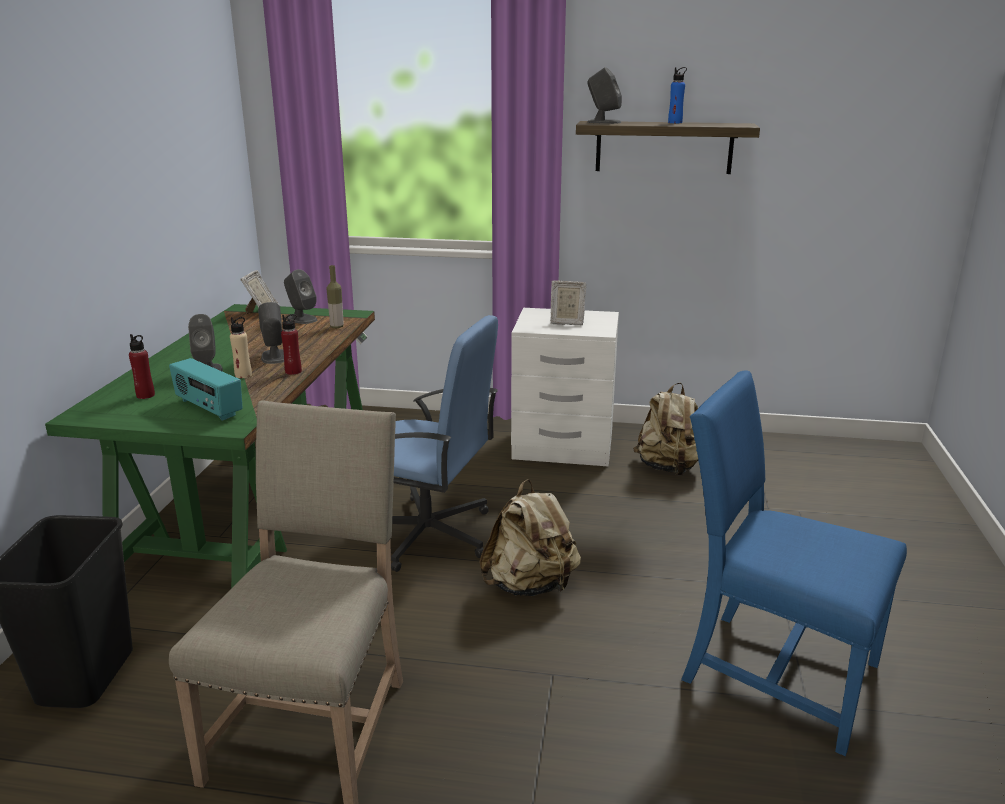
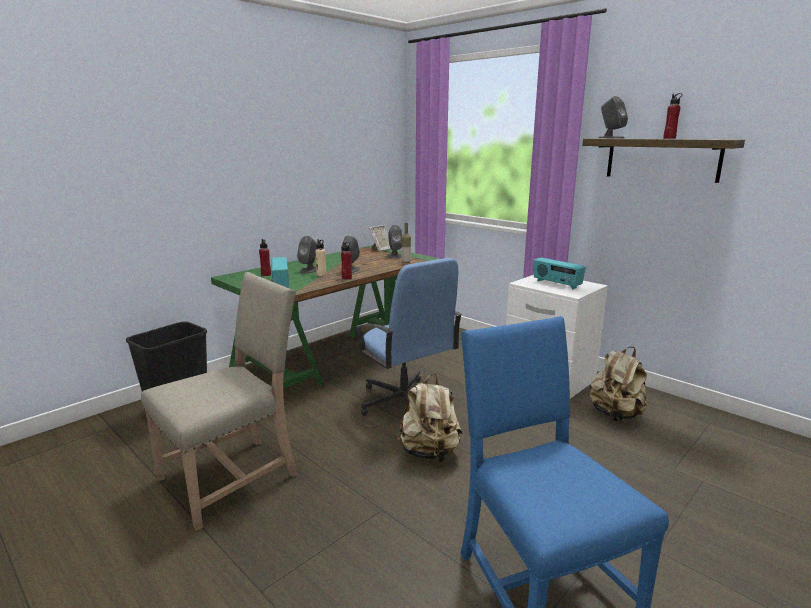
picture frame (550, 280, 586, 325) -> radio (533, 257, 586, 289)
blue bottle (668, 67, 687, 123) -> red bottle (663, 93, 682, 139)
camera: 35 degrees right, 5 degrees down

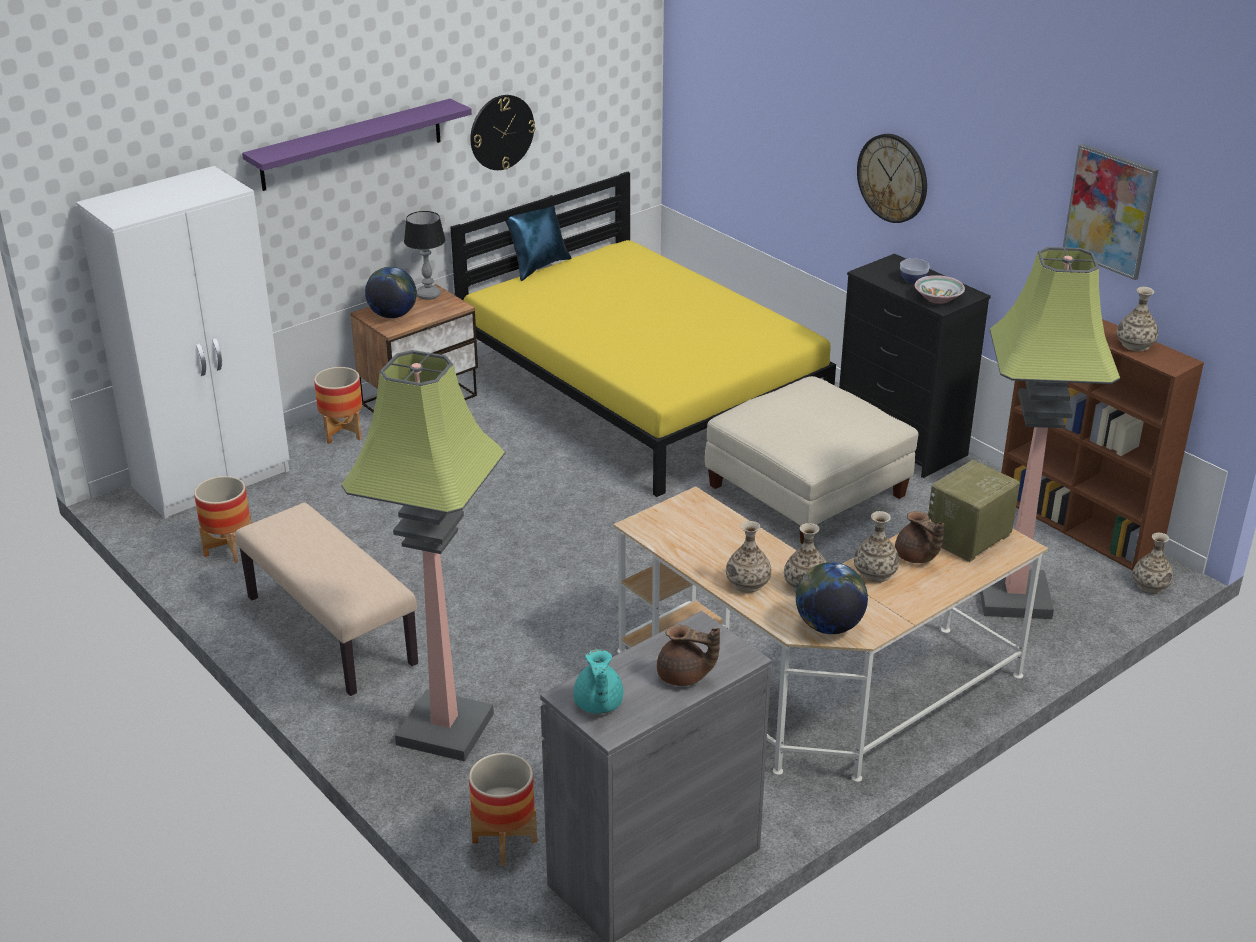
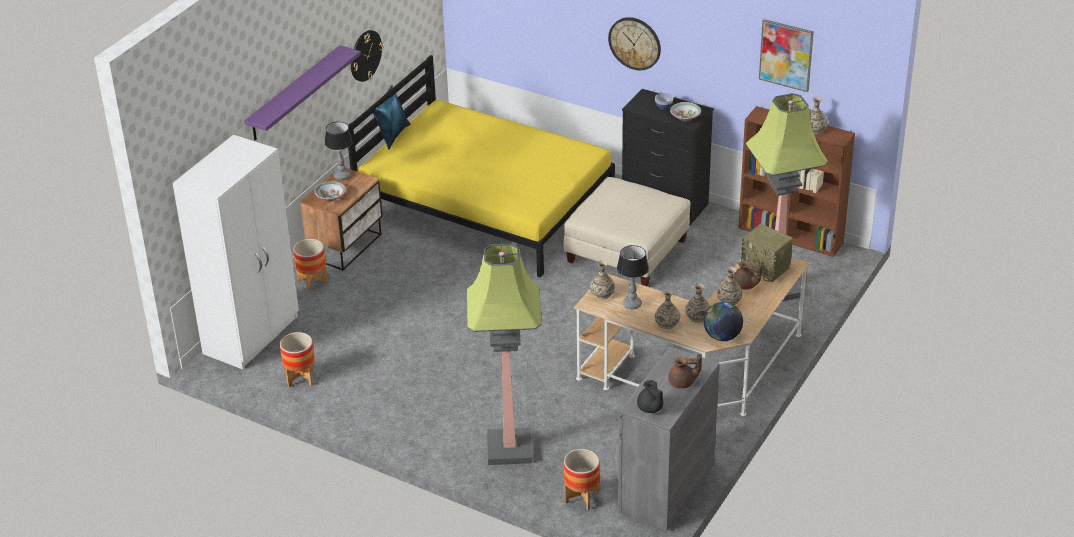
beige bench (235, 503, 418, 696) -> none
none -> table lamp (617, 245, 649, 309)
vase (1133, 533, 1173, 594) -> vase (590, 260, 615, 299), moved
globe (365, 267, 417, 318) -> bowl (315, 181, 346, 201)
turquoise teapot (574, 649, 623, 714) -> black teapot (637, 380, 663, 413)
radio (927, 460, 1020, 562) -> radio (741, 224, 793, 282), 75 degrees counterclockwise
camera: 20 degrees left, 5 degrees up

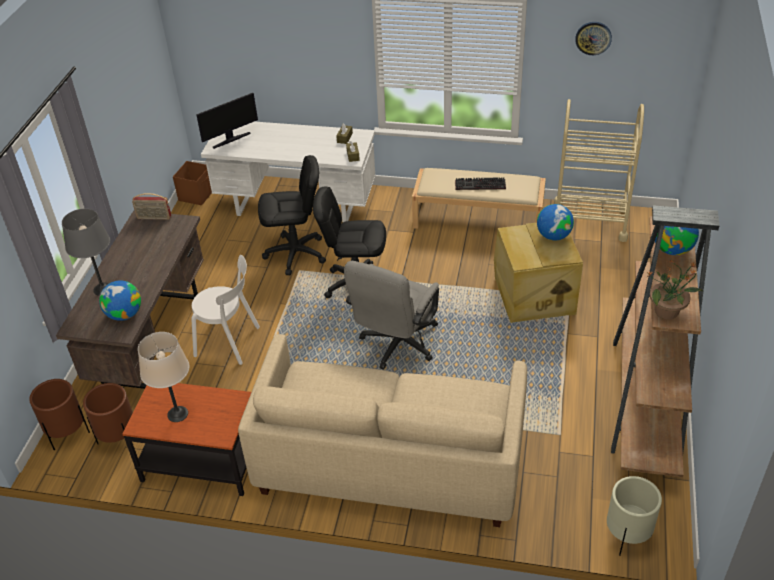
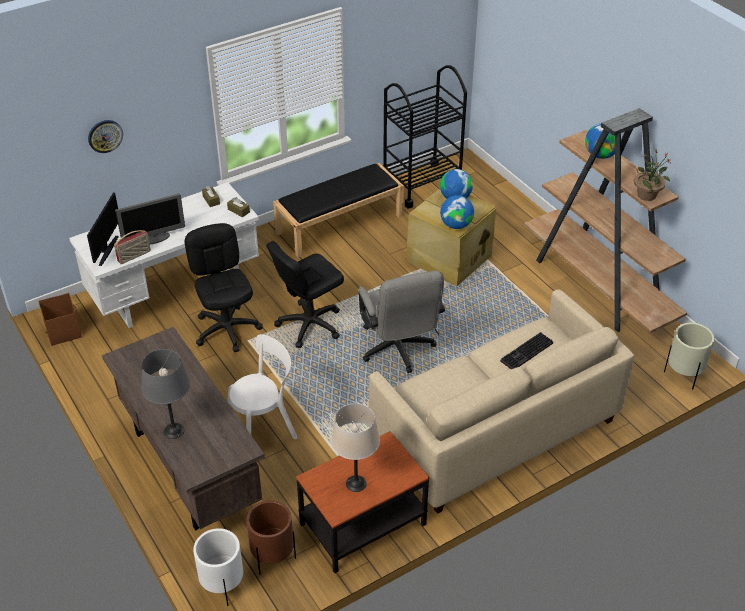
none -> monitor (115, 193, 185, 245)
globe (99, 280, 141, 321) -> globe (440, 195, 474, 229), moved
radio (132, 193, 171, 220) -> radio (114, 230, 151, 264), moved
keyboard (455, 177, 506, 190) -> keyboard (500, 332, 553, 369), moved
wall clock (575, 22, 612, 55) -> wall clock (88, 120, 123, 153), moved
brown planter (29, 379, 90, 451) -> white planter (193, 528, 243, 606)
beige bench (412, 168, 546, 229) -> black bench (273, 163, 404, 258)
beige cart (554, 99, 644, 242) -> black cart (383, 65, 467, 208)
black office chair (258, 155, 326, 275) -> black office chair (185, 223, 263, 352), 60 degrees counterclockwise
camera: 45 degrees left, 0 degrees up

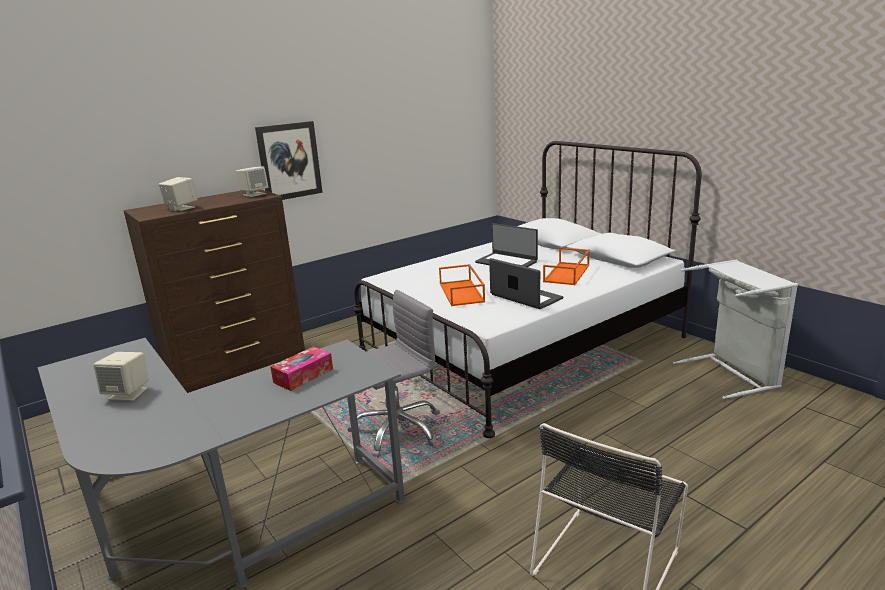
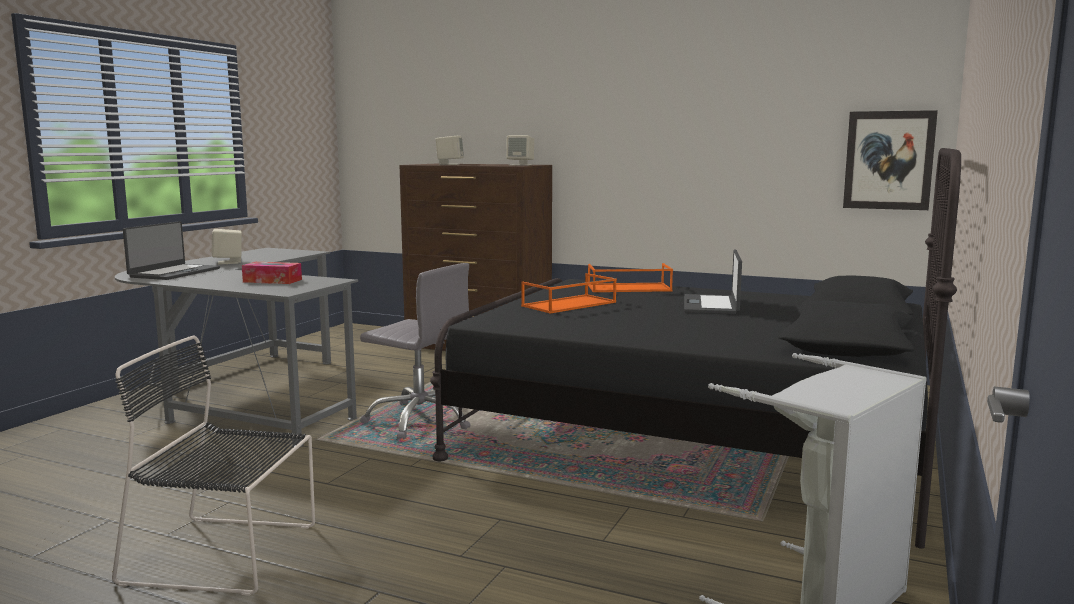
picture (255, 121, 323, 200) -> picture (843, 110, 938, 210), moved
laptop (489, 258, 563, 309) -> laptop (123, 221, 220, 280), moved
orange tray (543, 248, 590, 285) -> orange tray (588, 263, 673, 292), moved
white bed (353, 141, 702, 438) -> black bed (430, 148, 961, 549)
camera: 60 degrees right, 10 degrees down

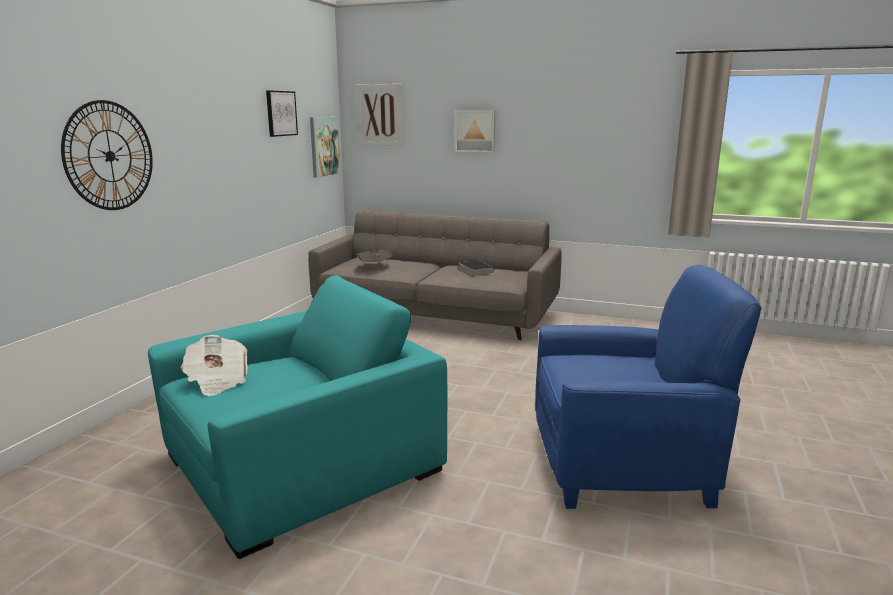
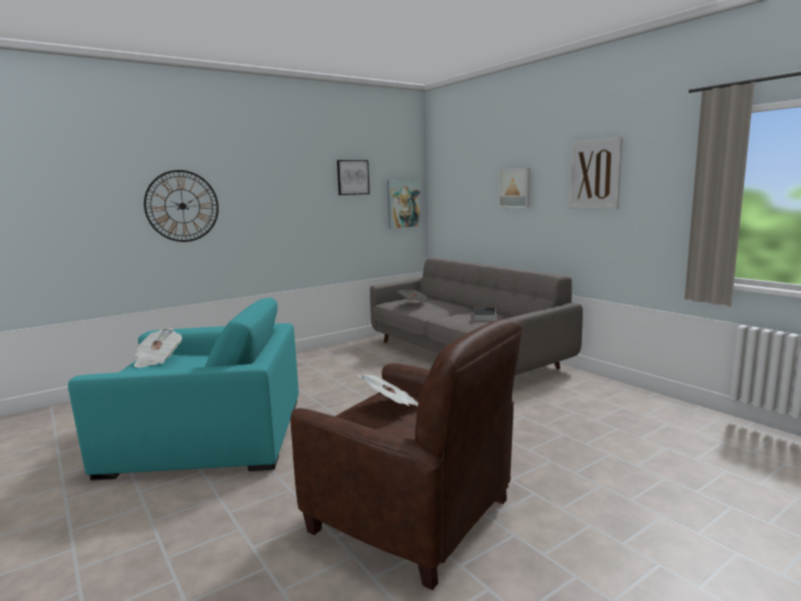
none -> newspaper (358, 375, 418, 406)
picture (356, 84, 403, 146) -> picture (569, 137, 623, 210), moved
blue armchair (535, 265, 761, 509) -> brown armchair (290, 319, 522, 590)
camera: 35 degrees right, 5 degrees down

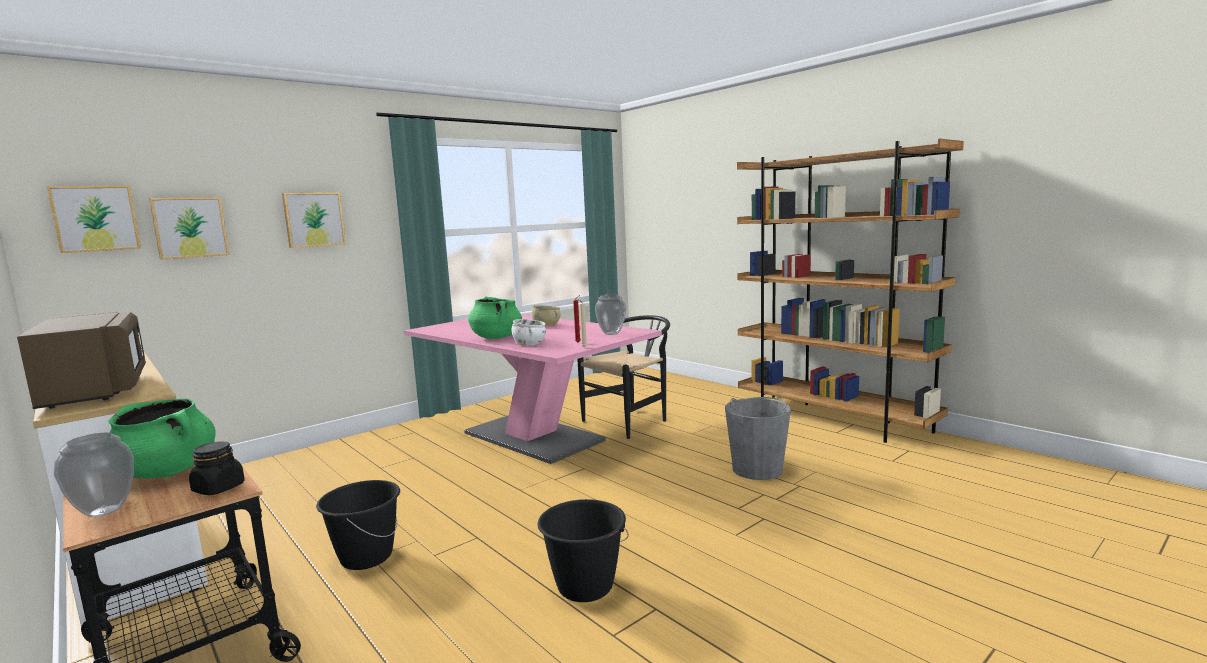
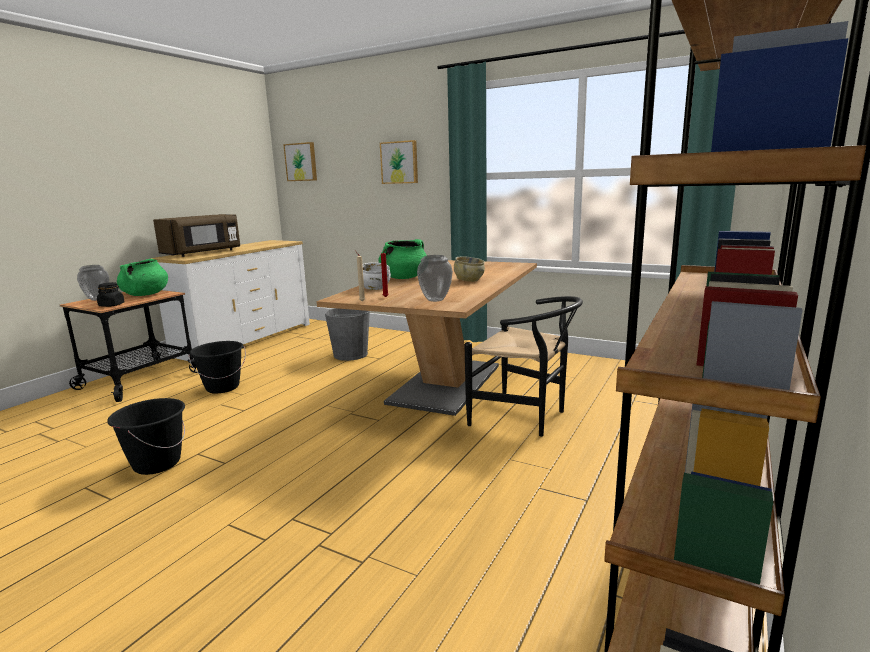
picture (149, 197, 229, 259) -> none
grey bucket (725, 397, 791, 480) -> grey bucket (325, 308, 370, 361), moved
pink dining table (404, 314, 662, 464) -> brown dining table (316, 260, 537, 416)
camera: 70 degrees right, 5 degrees up

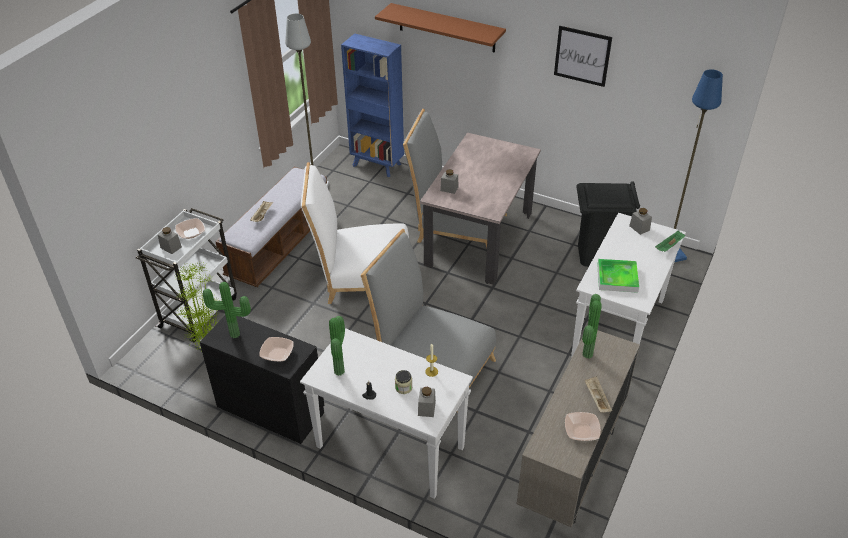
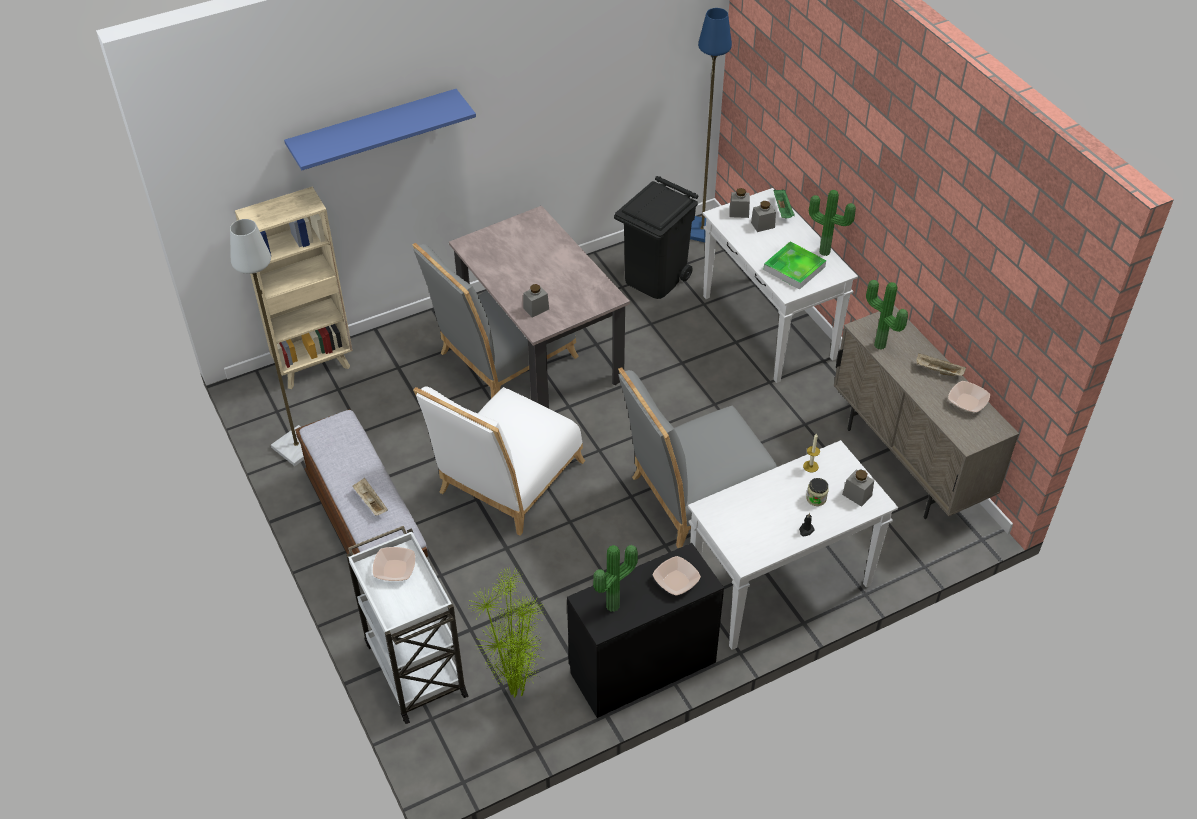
picture (554, 26, 612, 87) -> none
grey jar (158, 227, 182, 254) -> grey jar (751, 201, 776, 232), moved
potted plant (329, 316, 345, 376) -> potted plant (809, 190, 856, 256), moved
blue bookcase (341, 33, 404, 177) -> beige bookcase (235, 187, 353, 389)
brown shelf (375, 3, 506, 53) -> blue shelf (284, 89, 476, 170)
camera: 55 degrees left, 5 degrees up

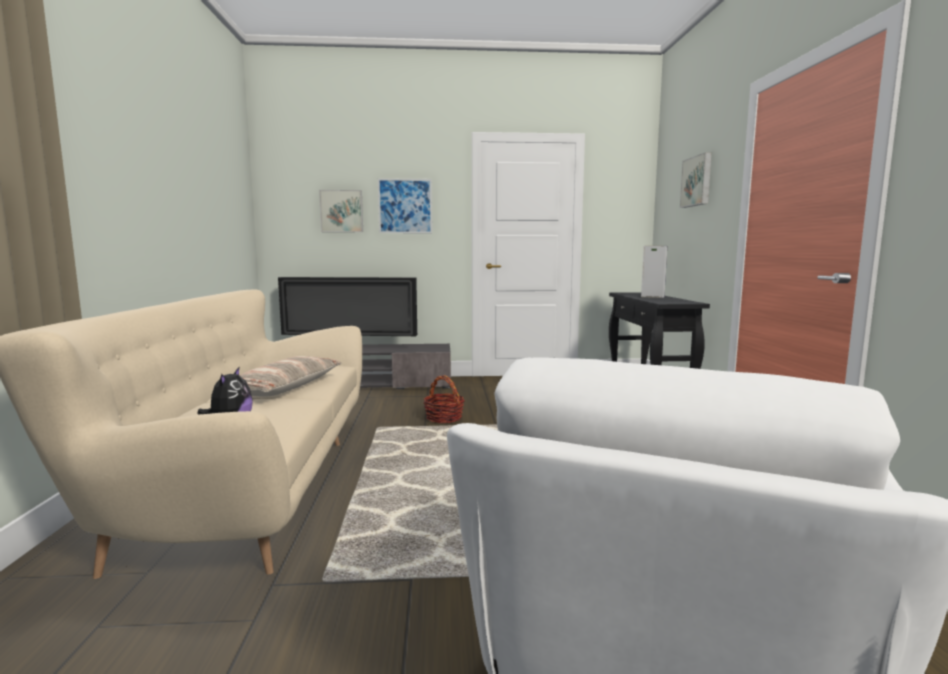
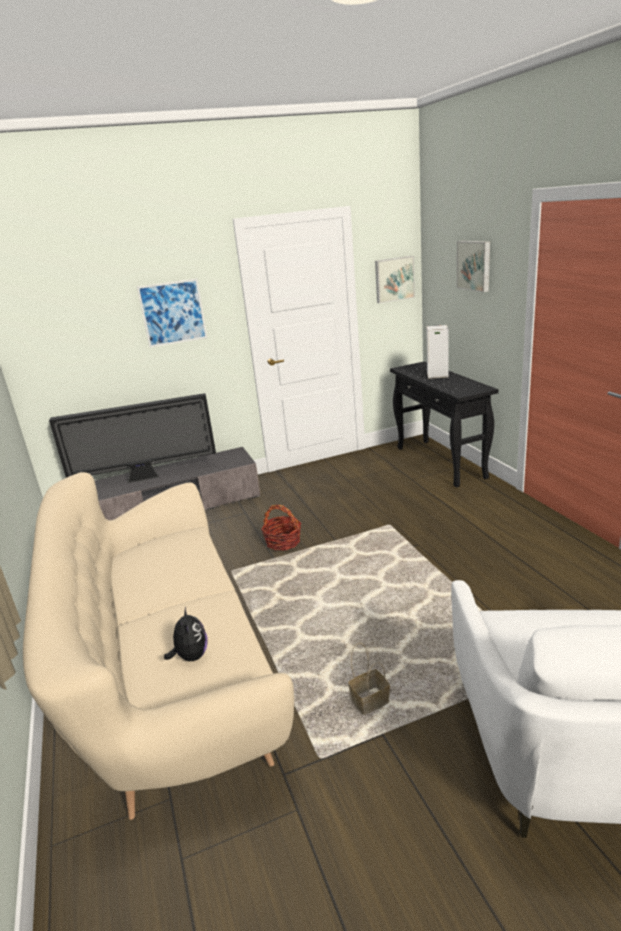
pillow (239, 356, 342, 397) -> none
none -> basket (348, 643, 390, 715)
picture (319, 190, 363, 232) -> picture (375, 256, 415, 303), moved
camera: 15 degrees left, 15 degrees up

